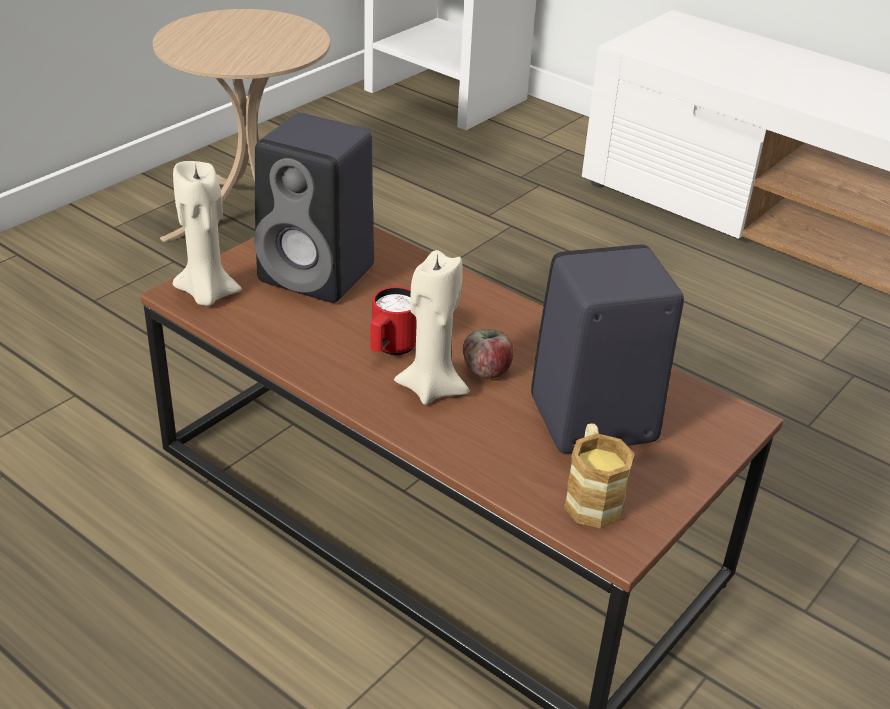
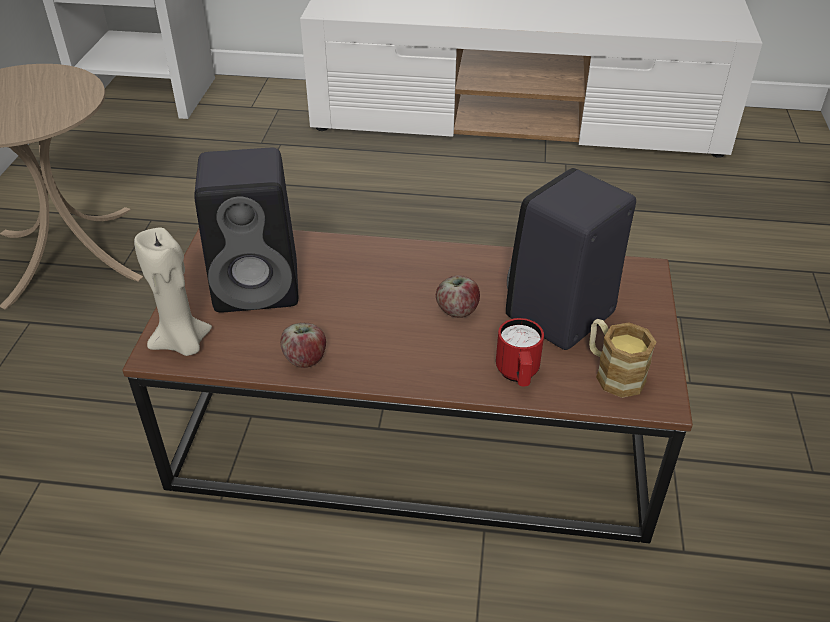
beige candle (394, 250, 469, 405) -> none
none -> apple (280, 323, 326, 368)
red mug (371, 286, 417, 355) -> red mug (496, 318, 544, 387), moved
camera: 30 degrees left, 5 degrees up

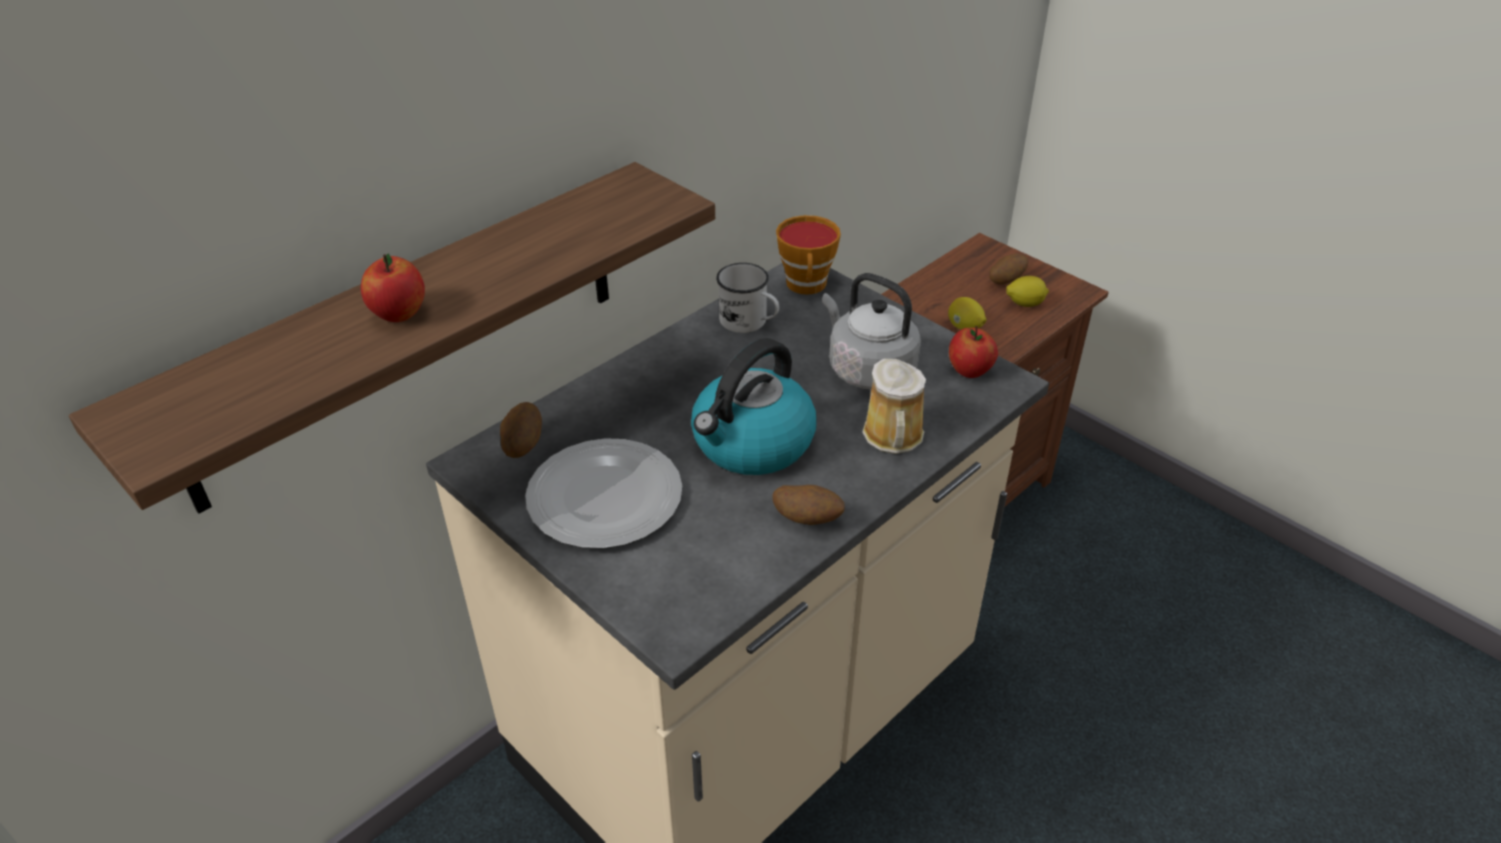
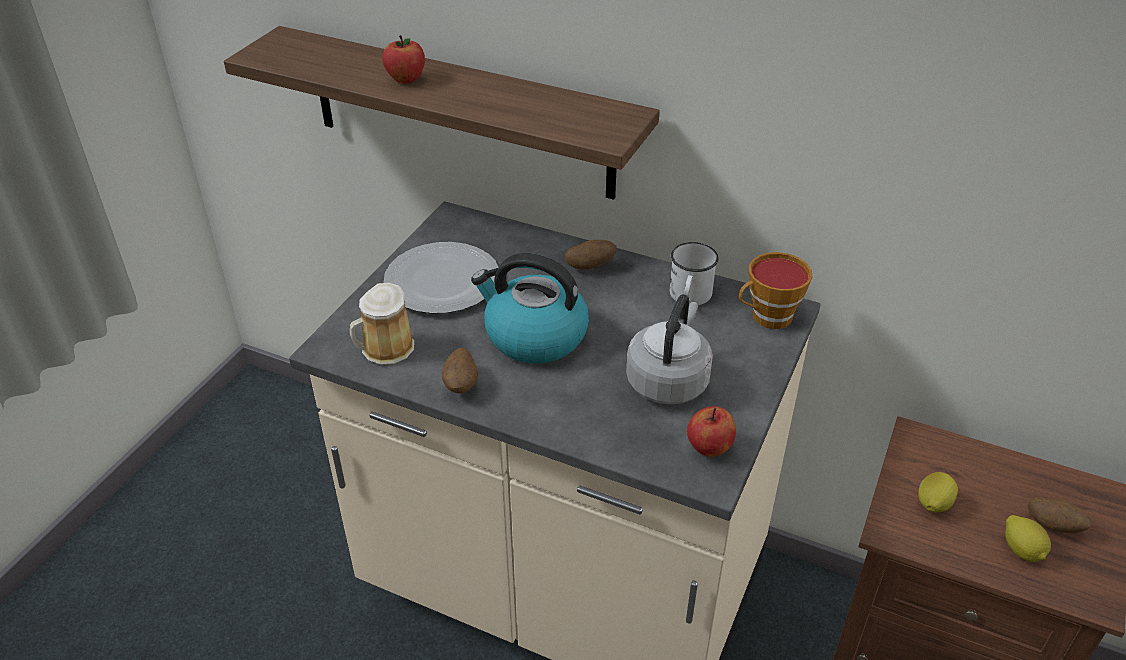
potato (500, 402, 542, 458) -> potato (565, 240, 617, 270), moved
mug (862, 359, 926, 454) -> mug (350, 283, 414, 365), moved
camera: 70 degrees right, 0 degrees up

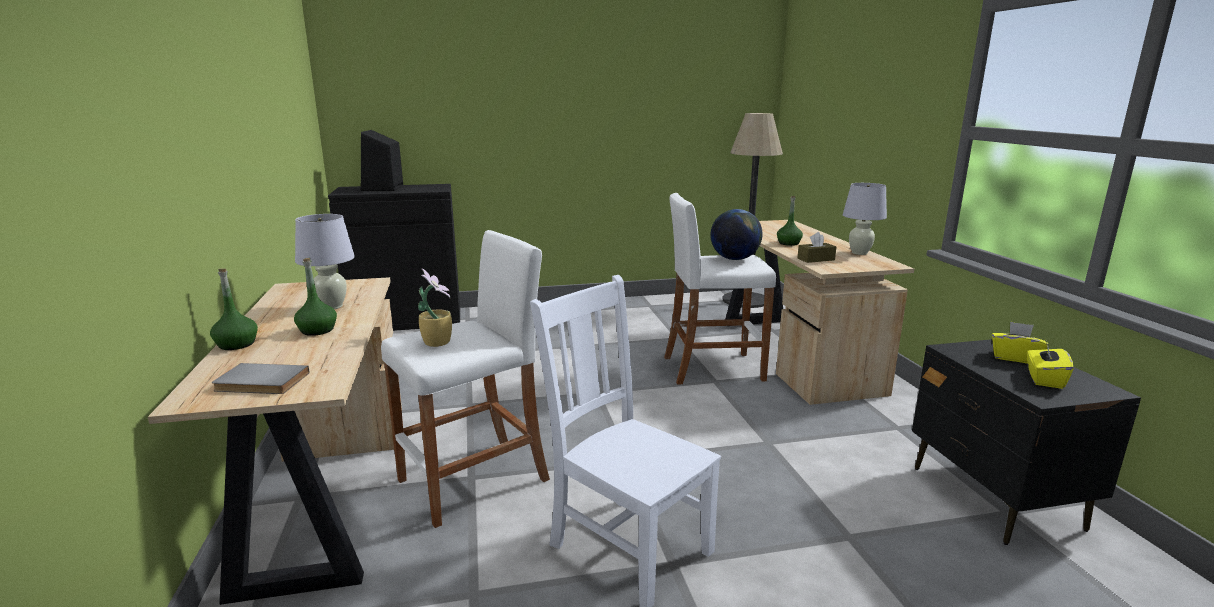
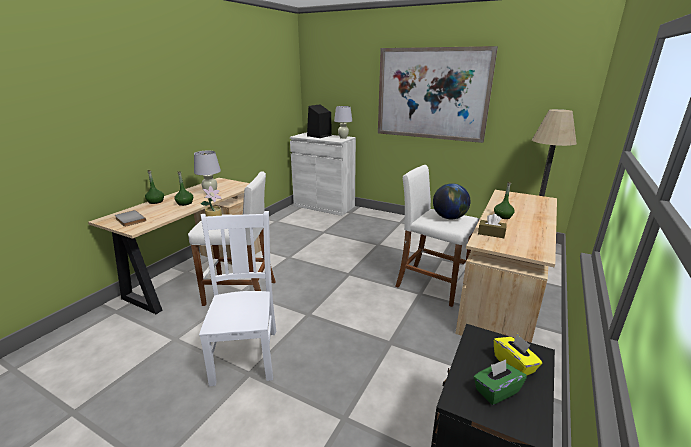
none -> picture (378, 46, 498, 143)
white table lamp (843, 183, 887, 255) -> white table lamp (334, 106, 352, 139), moved
black cabinet (328, 184, 460, 331) -> white cabinet (290, 132, 356, 216)
yellow tissue box (1028, 342, 1073, 389) -> green tissue box (474, 359, 527, 405)
camera: 40 degrees right, 5 degrees up

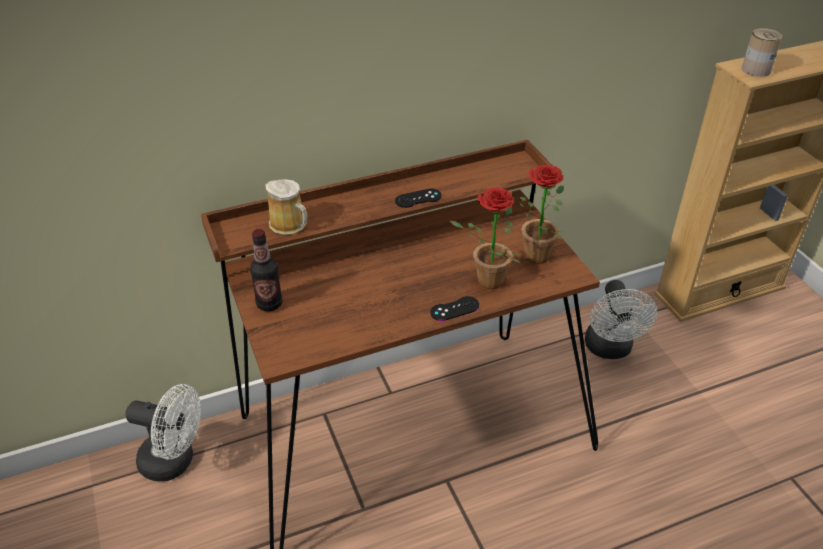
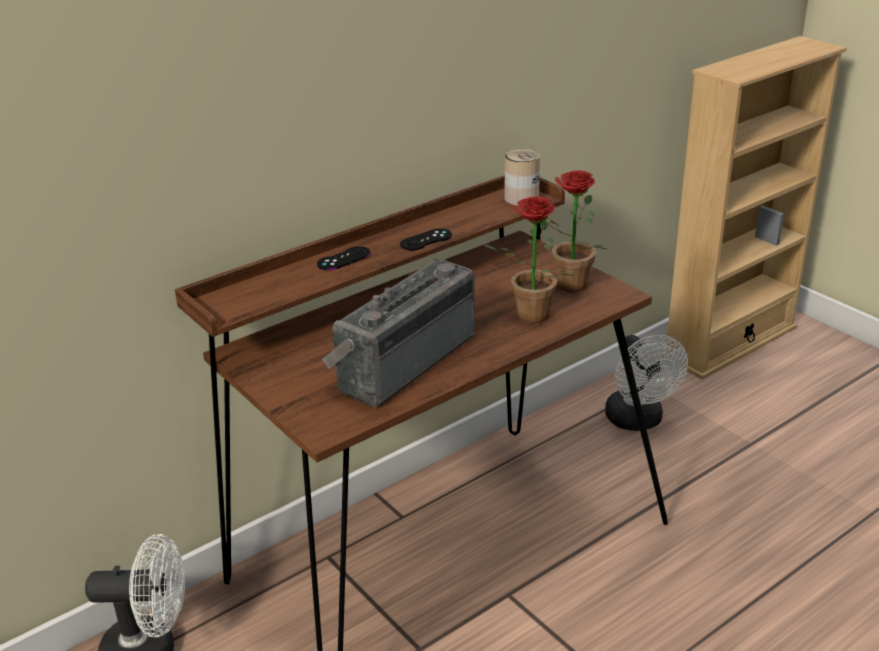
bottle (250, 229, 282, 311) -> none
mug (265, 179, 307, 235) -> none
none -> radio (322, 259, 475, 407)
black game controller (430, 296, 479, 321) -> black game controller (317, 246, 371, 270), moved
can (742, 28, 782, 77) -> can (504, 149, 540, 206), moved
camera: 15 degrees left, 10 degrees down

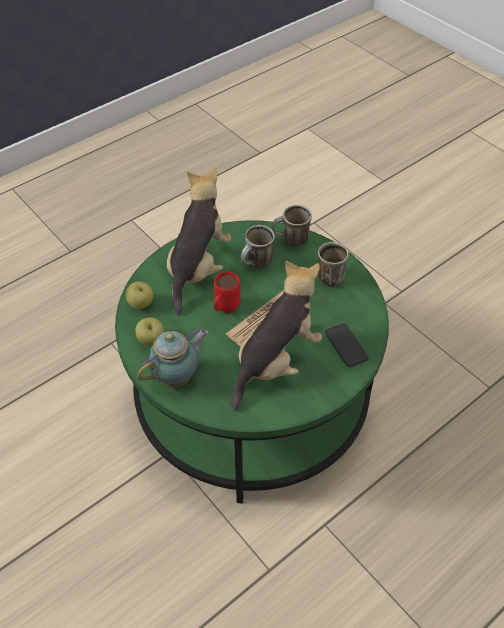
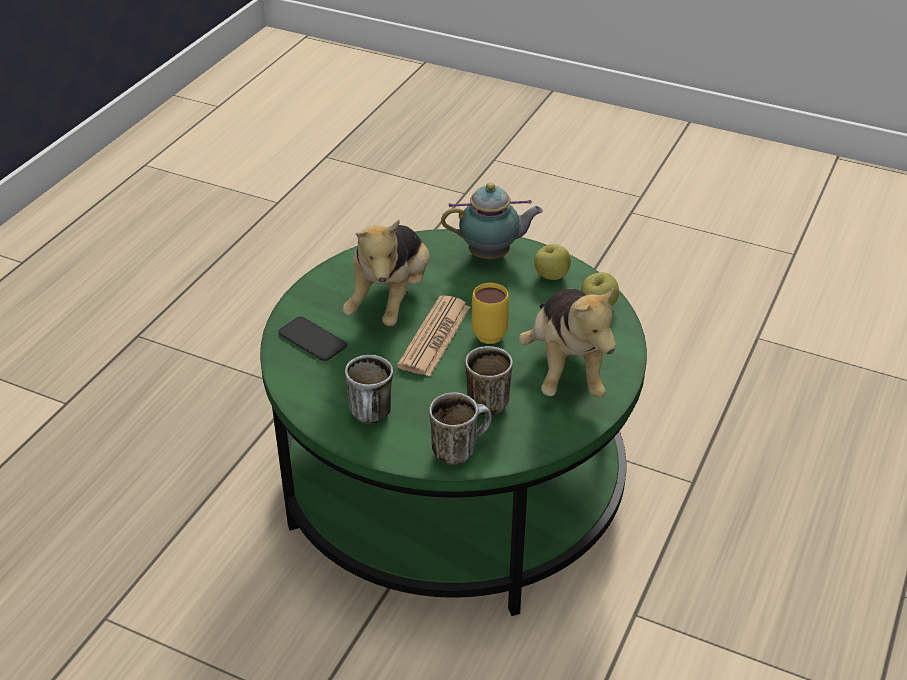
red mug (214, 272, 241, 313) -> yellow mug (472, 283, 509, 344)
teapot (137, 328, 209, 388) -> teapot (441, 183, 543, 259), 120 degrees counterclockwise
camera: 155 degrees right, 10 degrees down

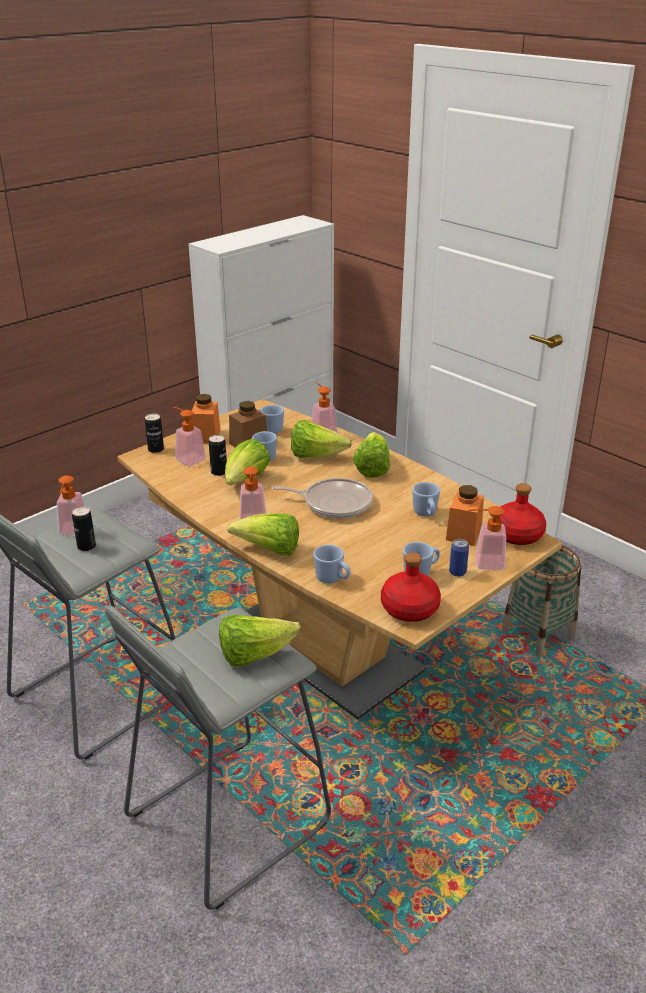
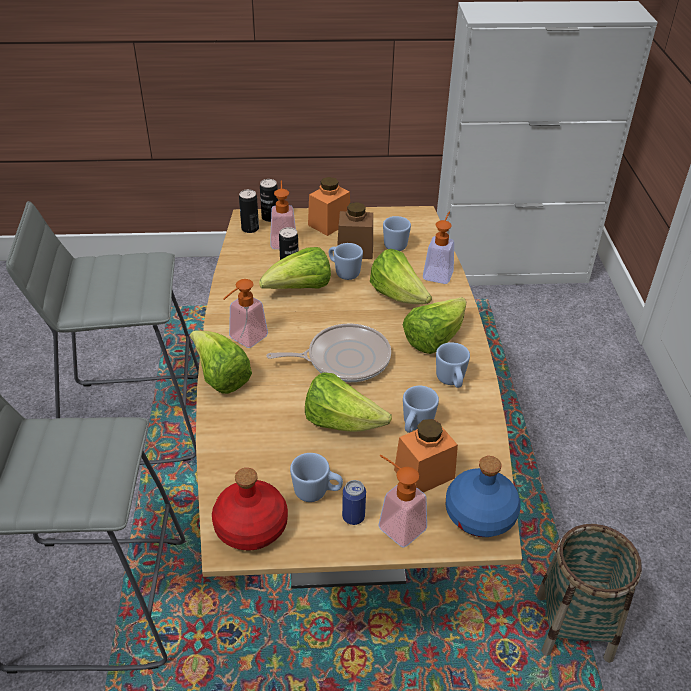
soap dispenser (57, 475, 85, 535) -> none
can (72, 506, 96, 551) -> can (239, 189, 259, 233), moved
lettuce (219, 615, 300, 666) -> lettuce (305, 372, 392, 432), moved
blue mug (313, 545, 351, 583) -> blue mug (436, 342, 470, 388), moved
red bottle (492, 483, 546, 545) -> blue bottle (446, 456, 521, 537)
frying pan (271, 478, 373, 518) -> frying pan (266, 323, 391, 382), 60 degrees counterclockwise
camera: 40 degrees right, 10 degrees up

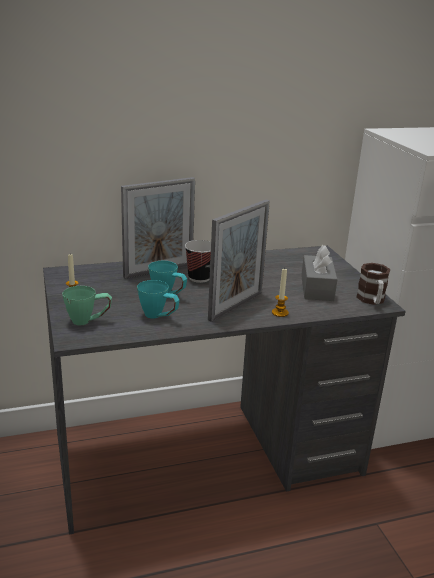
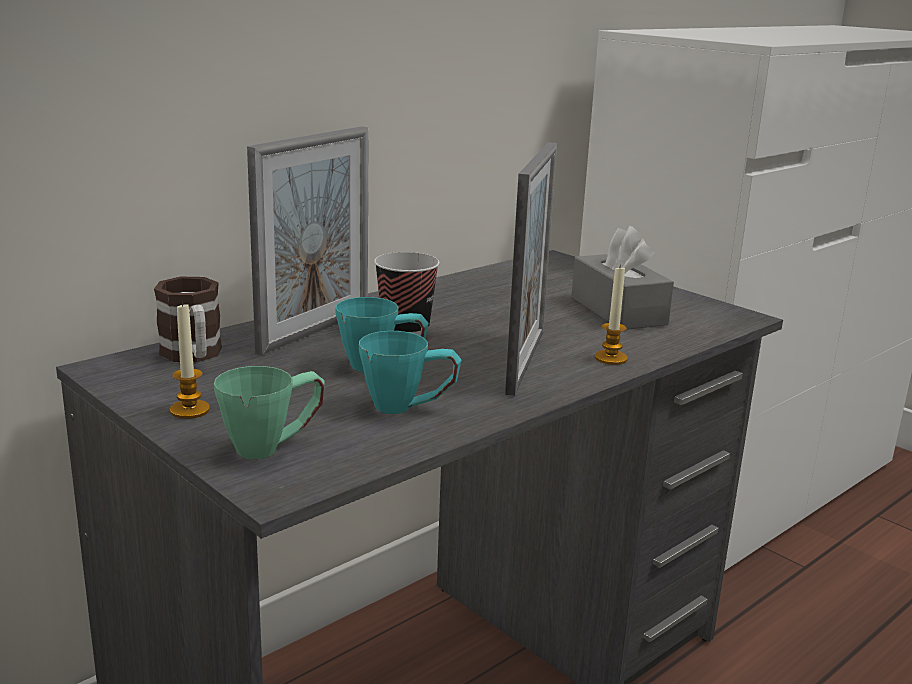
mug (356, 263, 390, 305) -> mug (154, 276, 222, 362), moved
camera: 25 degrees left, 5 degrees down

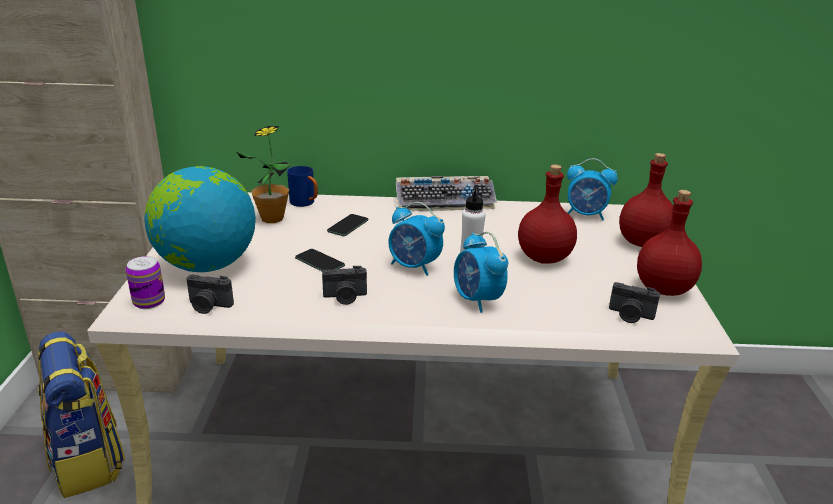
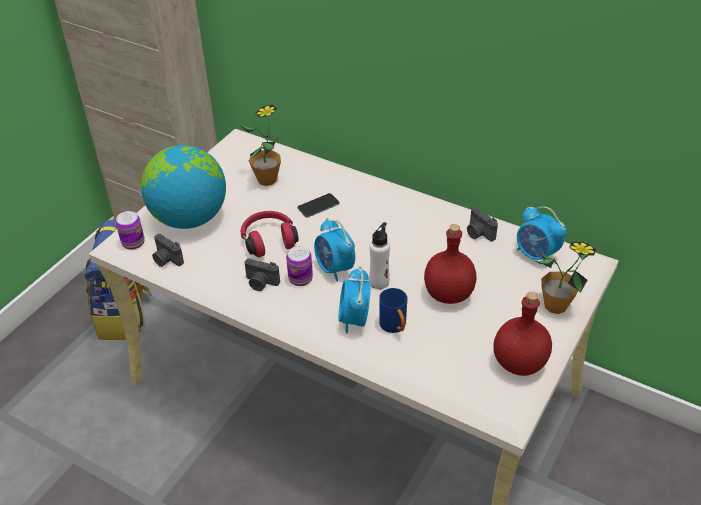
keyboard (396, 176, 497, 211) -> none
none -> can (286, 246, 313, 286)
blue mug (287, 166, 318, 207) -> blue mug (379, 288, 407, 333), moved
photo camera (609, 282, 660, 323) -> photo camera (467, 207, 498, 241), moved
phone (295, 249, 345, 271) -> red headphones (241, 211, 299, 257)
red bottle (619, 153, 673, 247) -> potted plant (536, 240, 596, 314)
camera: 30 degrees right, 15 degrees up

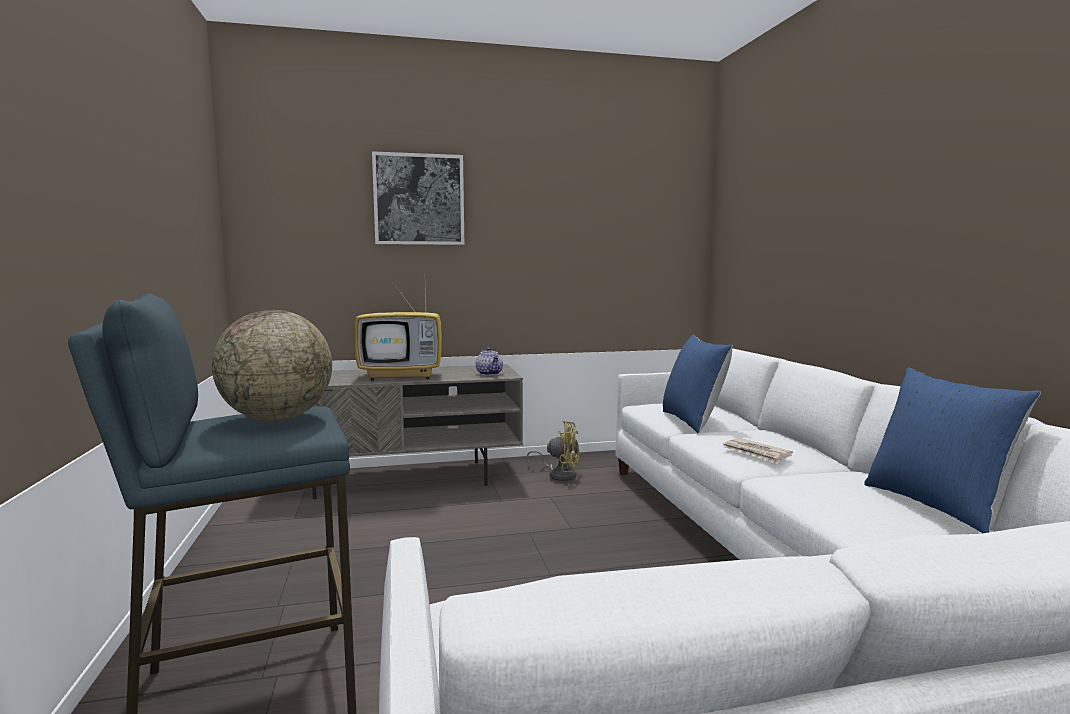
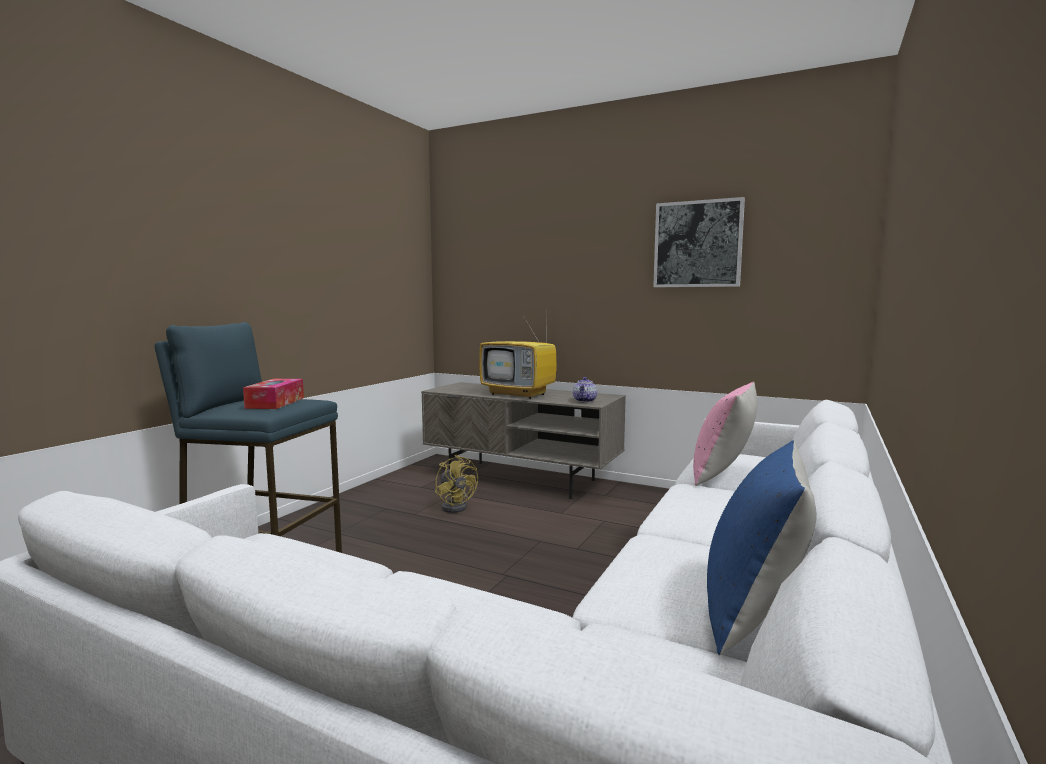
newspaper (723, 438, 793, 464) -> none
picture (372, 151, 464, 245) -> picture (653, 197, 745, 287), moved
yellow fan (527, 421, 580, 481) -> yellow fan (435, 455, 478, 513), moved
globe (212, 310, 332, 421) -> tissue box (243, 379, 304, 409)
blue pillow (663, 334, 733, 433) -> pink pillow (693, 382, 757, 486)
camera: 40 degrees right, 0 degrees up

